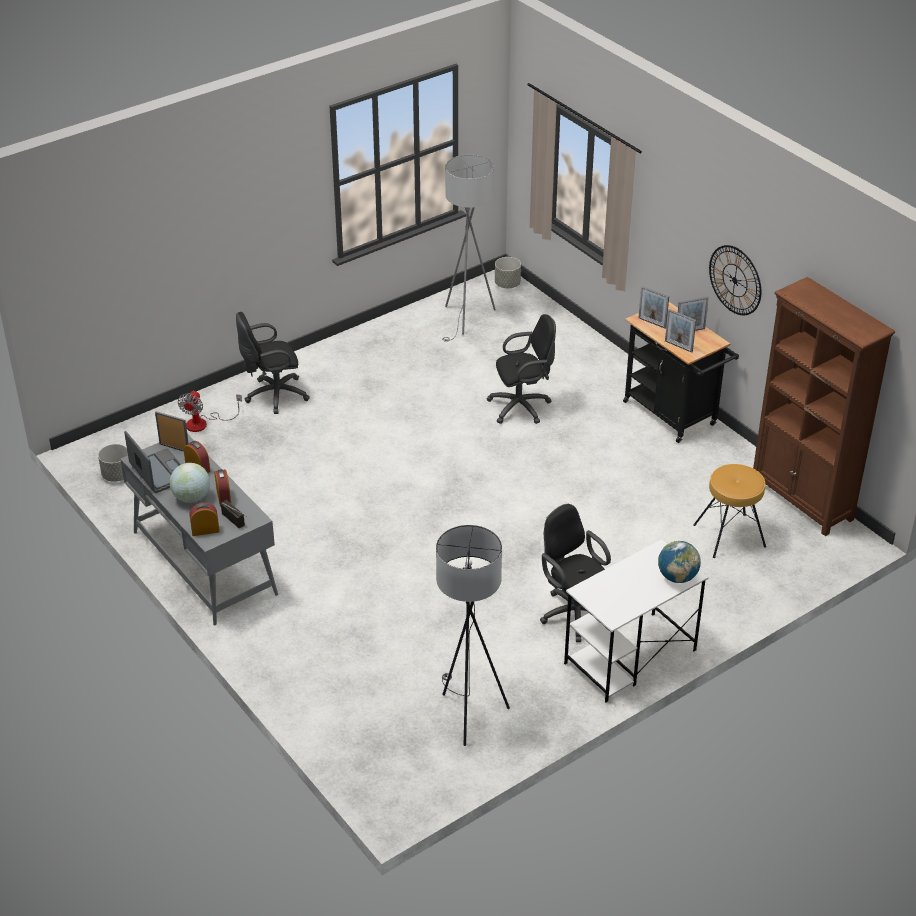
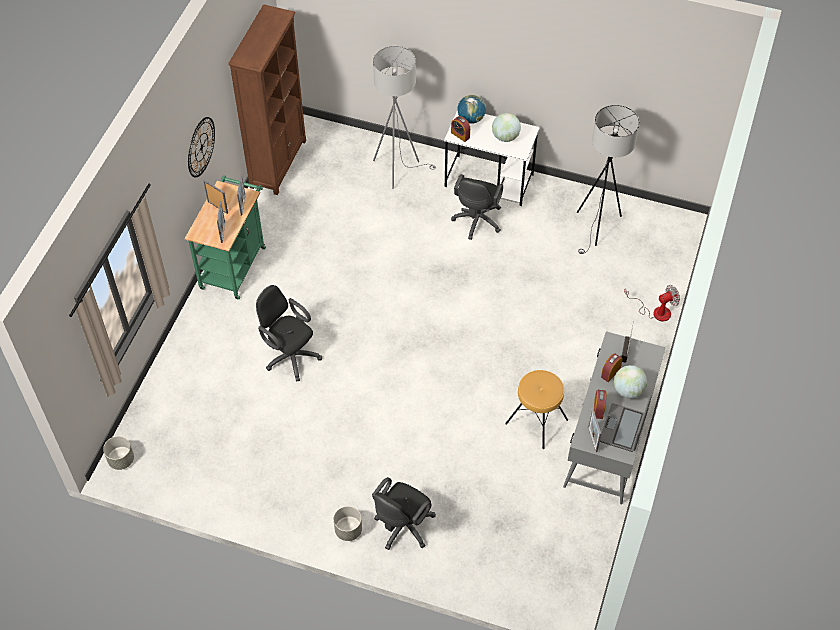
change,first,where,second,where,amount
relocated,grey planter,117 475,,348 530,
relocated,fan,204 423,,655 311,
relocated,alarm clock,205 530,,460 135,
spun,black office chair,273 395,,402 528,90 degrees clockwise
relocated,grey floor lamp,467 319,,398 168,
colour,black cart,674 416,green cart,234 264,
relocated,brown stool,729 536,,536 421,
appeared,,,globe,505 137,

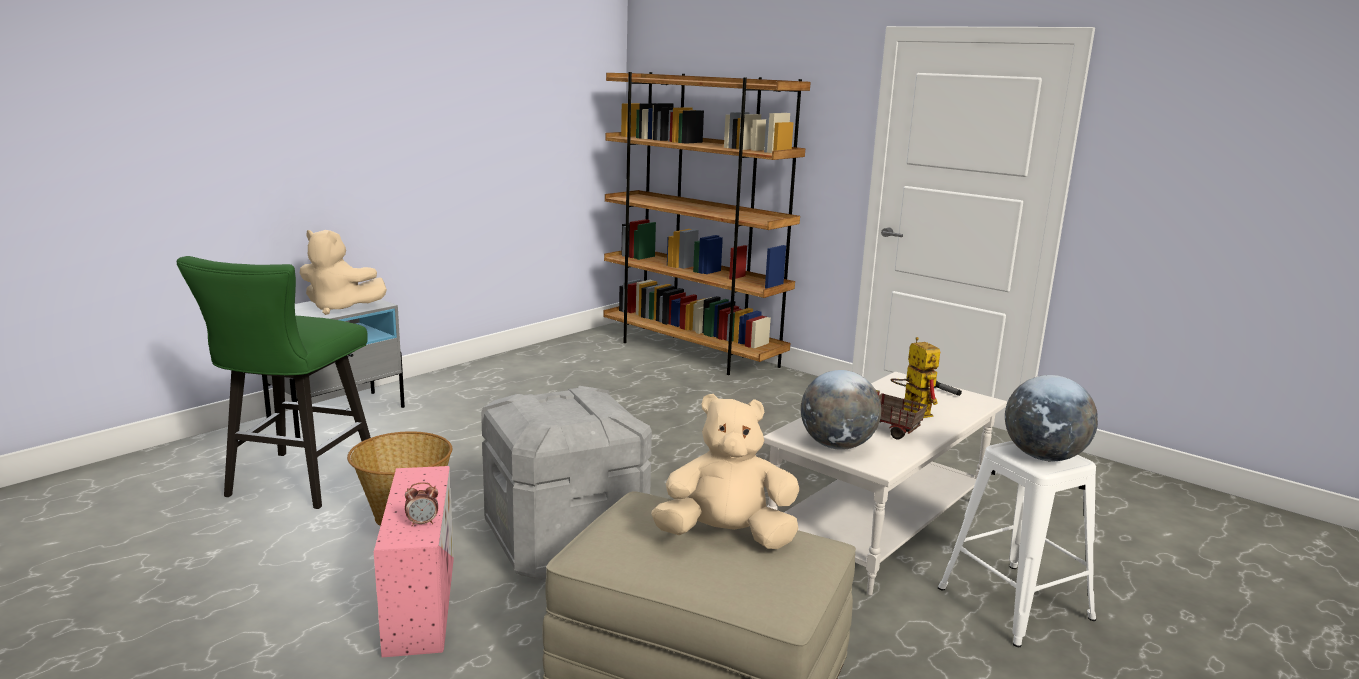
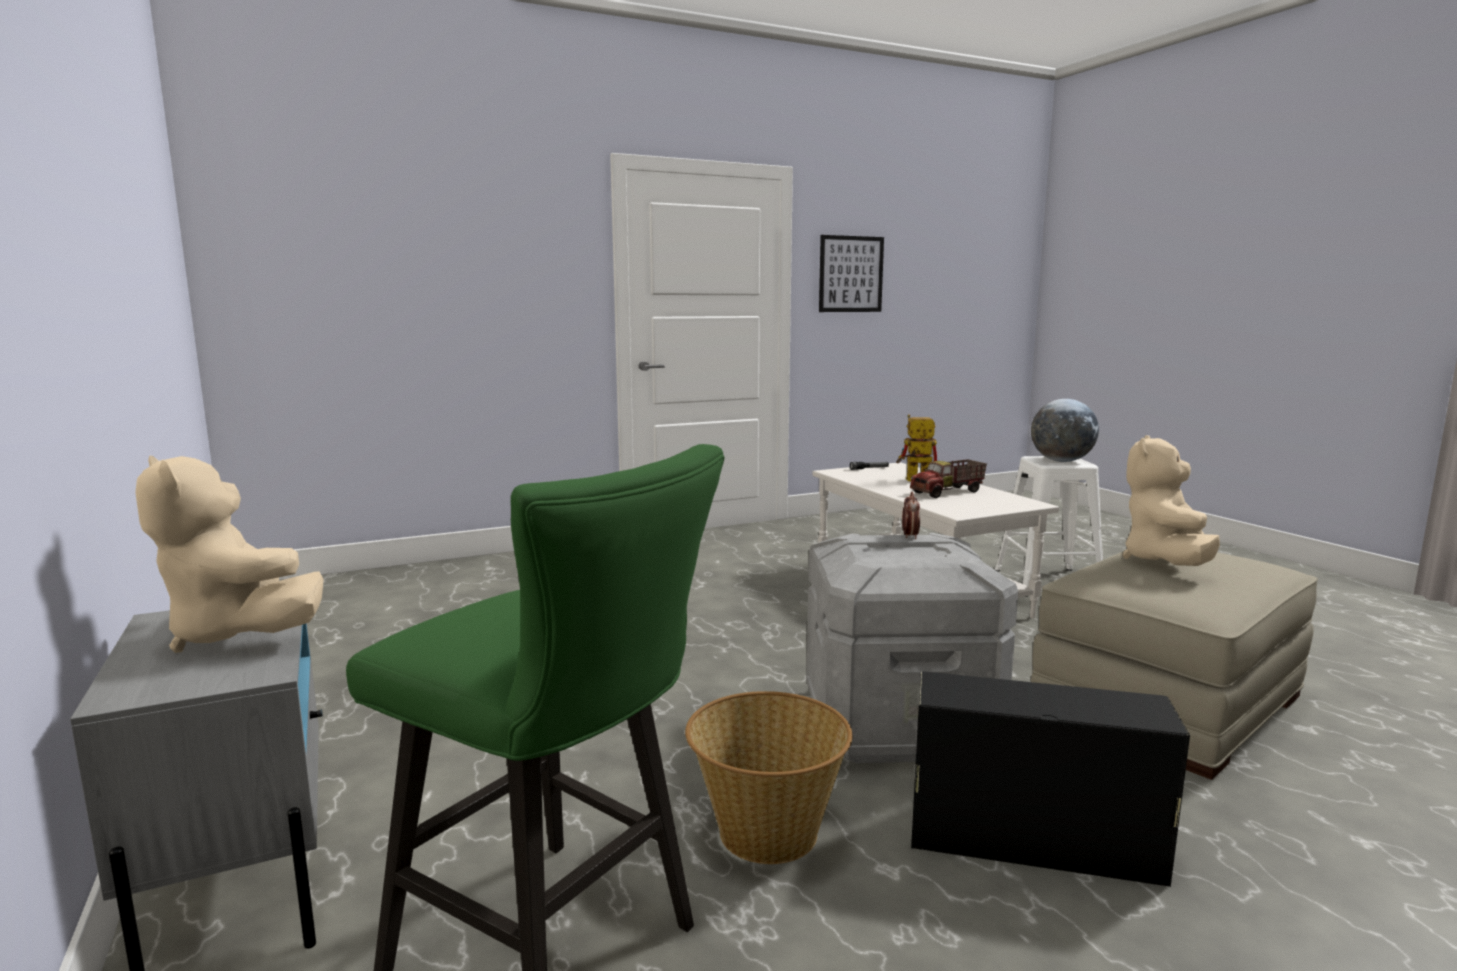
change,first,where,second,where,amount
spun,beige plush toy,339 308,,237 634,90 degrees clockwise
colour,pink storage box,420 600,black storage box,1028 842,
relocated,alarm clock,422 523,,910 536,
missing,brown bookcase,692 352,,,
missing,globe,837 446,,,
appeared,,,picture,851 274,

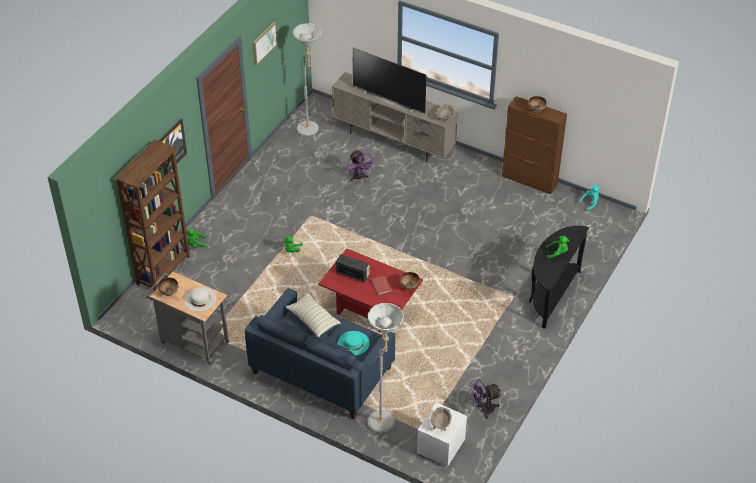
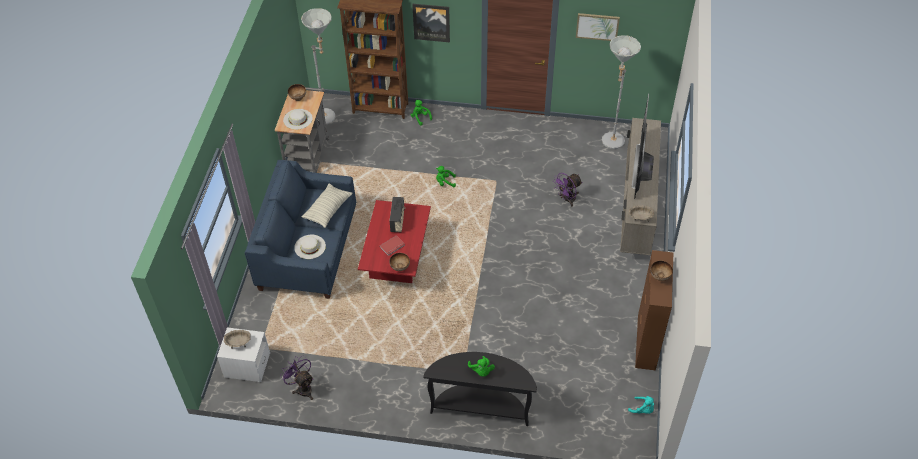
change,first,where,second,where,amount
colour,turquoise hat,353 343,white hat,310 247,
relocated,grey floor lamp,383 417,,329 117,

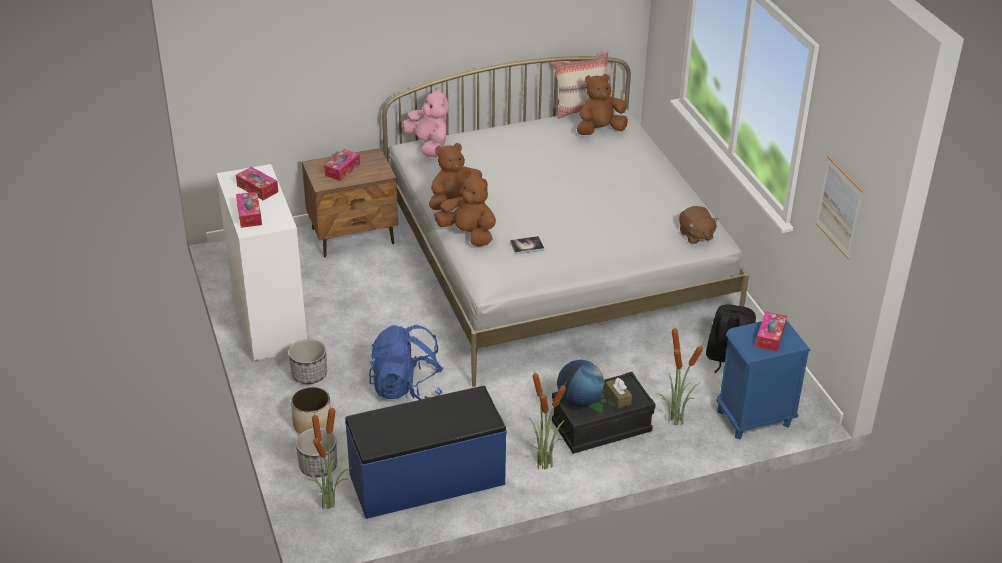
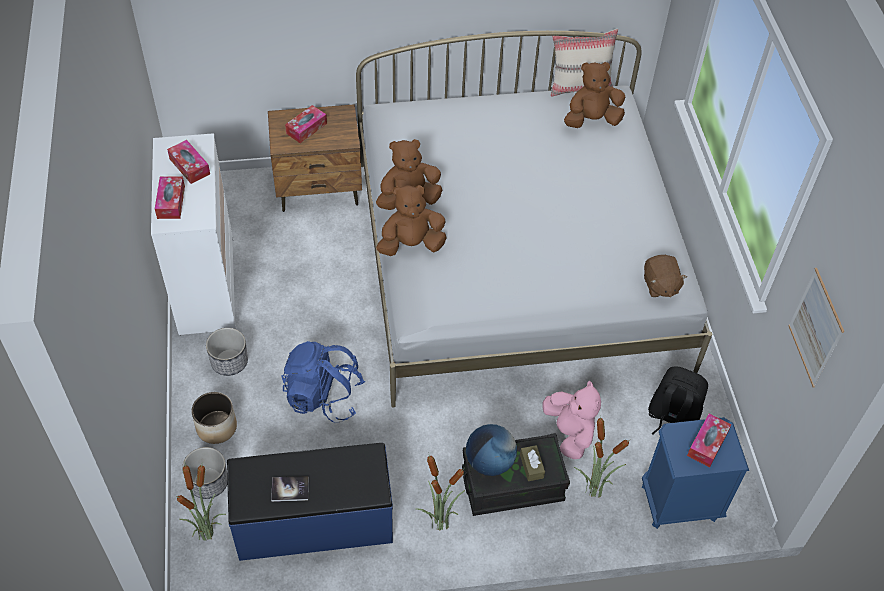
change,first,where,second,where,amount
relocated,pink plush toy,429 145,,569 433,
spun,brown plush toy,468 234,,411 244,60 degrees counterclockwise
relocated,book,527 246,,290 489,

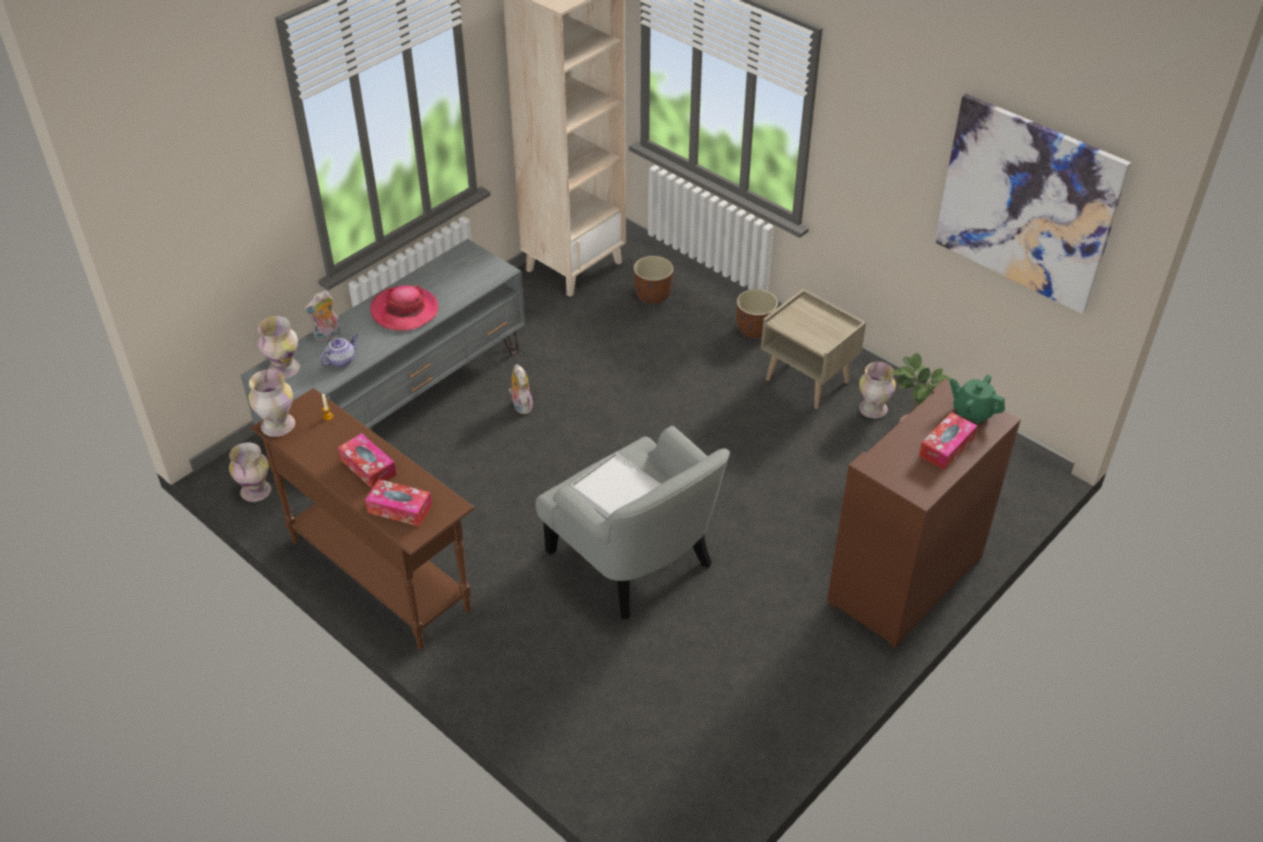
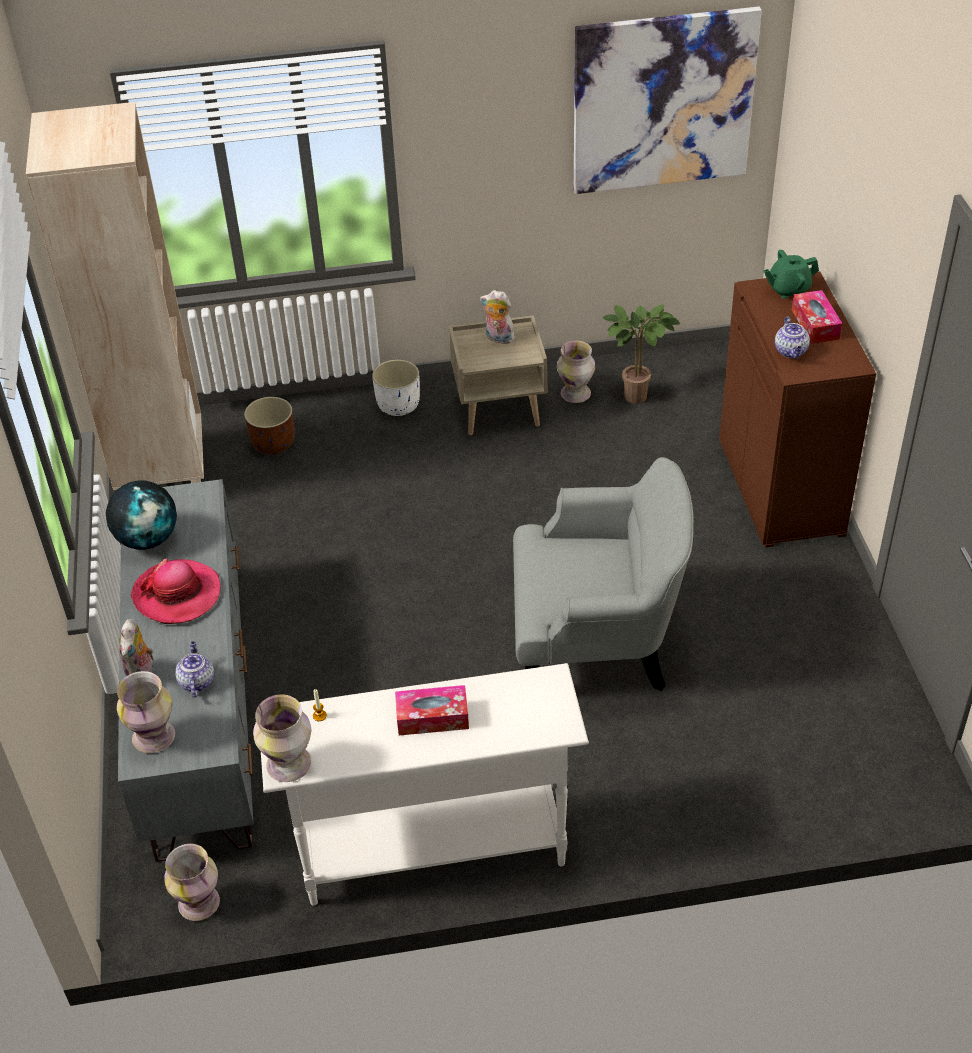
change,first,where,second,where,amount
colour,brown console table,379 574,white console table,432 850,
missing,tissue box,399 509,,,
relocated,plush toy,520 405,,498 338,
missing,white tray,616 491,,,
colour,brown planter,755 329,white planter,398 405,
appeared,,,globe,148 539,
appeared,,,teapot,791 352,

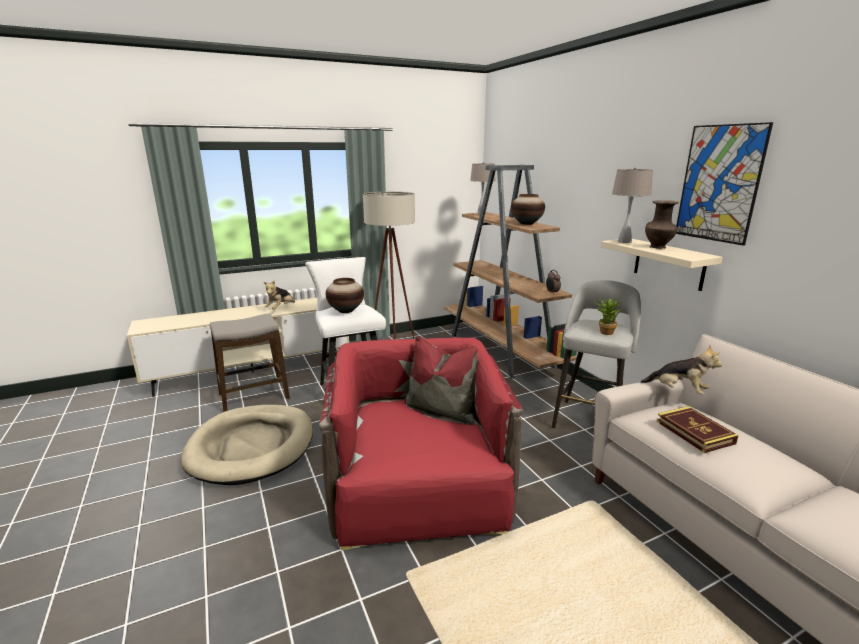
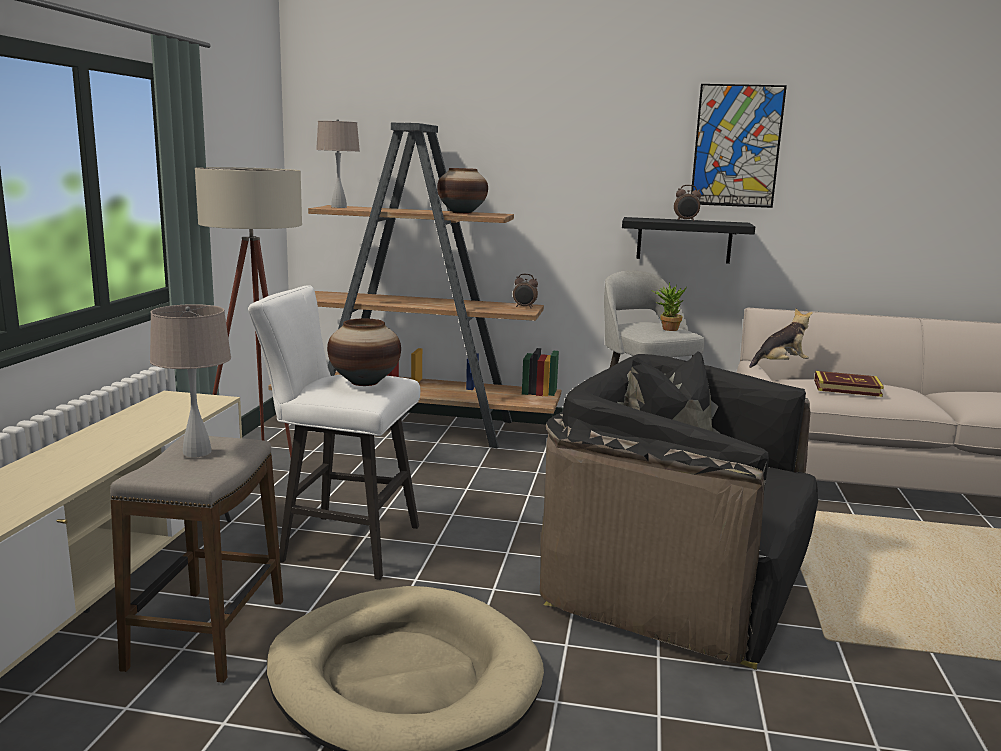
change,first,where,second,where,amount
missing,plush toy,280 308,,,
colour,red armchair,419 489,black armchair,676 582,
colour,beige shelf,668 264,black shelf,684 240,
relocated,beige table lamp,624 241,,196 452,
exchanged,brown vase,658 247,alarm clock,685 220,

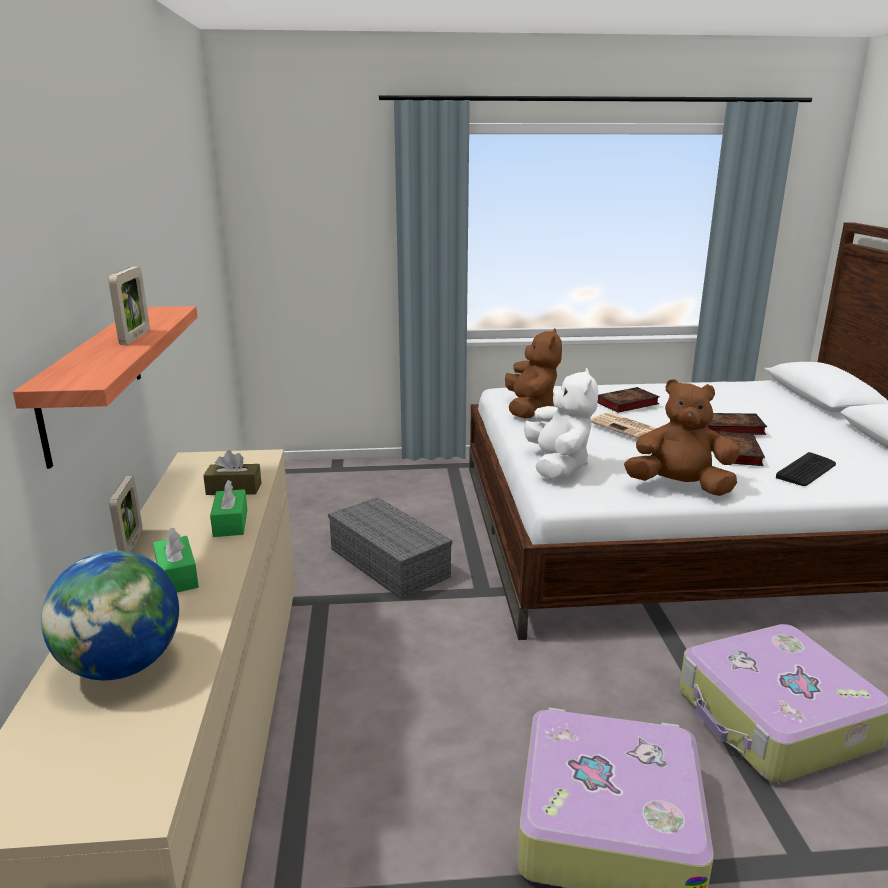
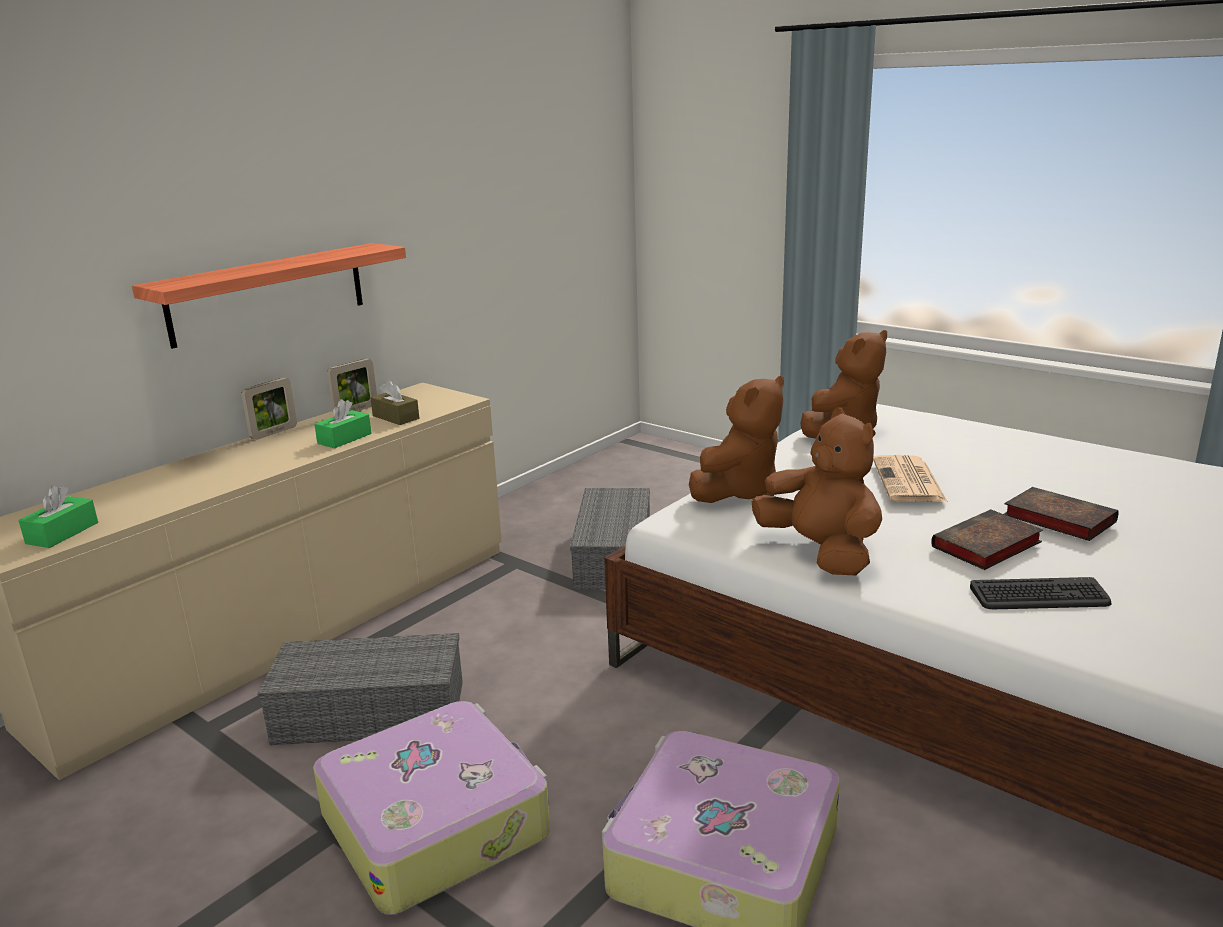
change,first,where,second,where,amount
missing,globe,122 666,,,
relocated,picture frame,135 337,,356 410,
relocated,green tissue box,177 576,,62 533,
colour,white plush toy,558 466,brown plush toy,738 491,
missing,book,626 404,,,
appeared,,,grey storage box,373 711,

